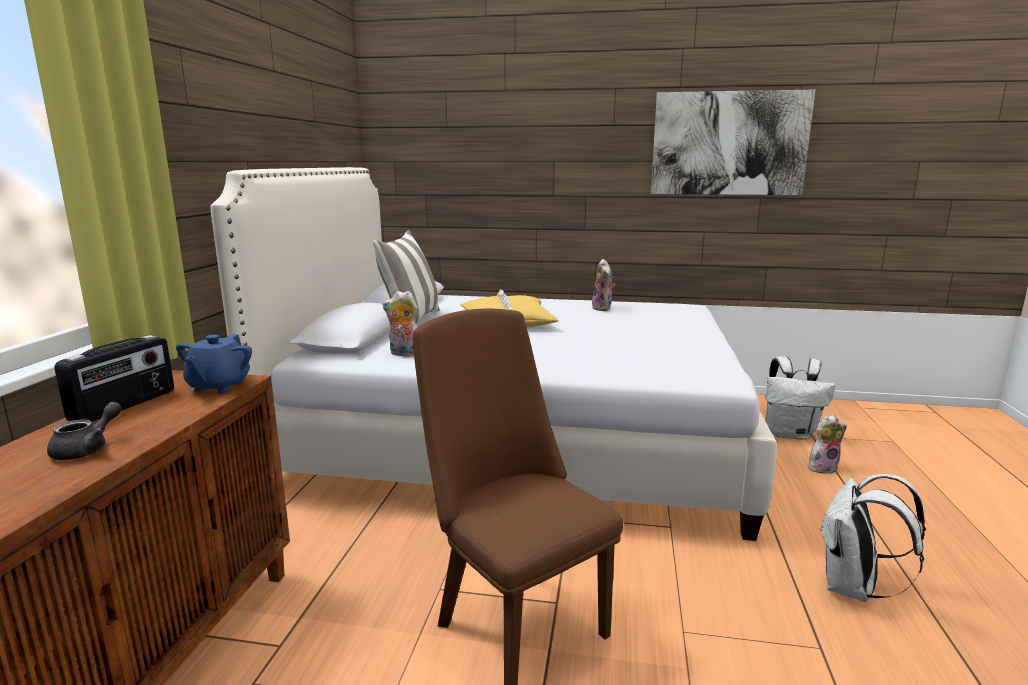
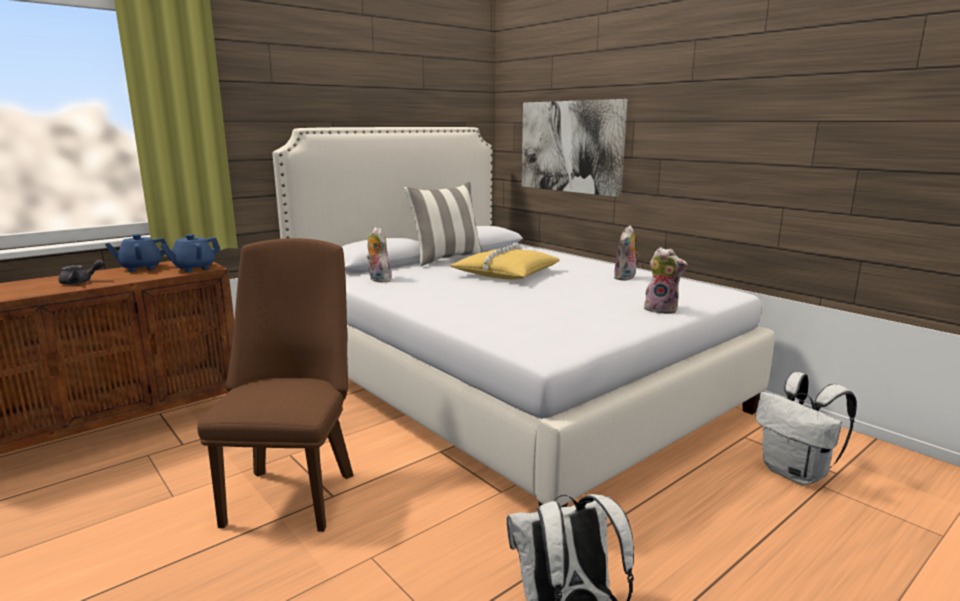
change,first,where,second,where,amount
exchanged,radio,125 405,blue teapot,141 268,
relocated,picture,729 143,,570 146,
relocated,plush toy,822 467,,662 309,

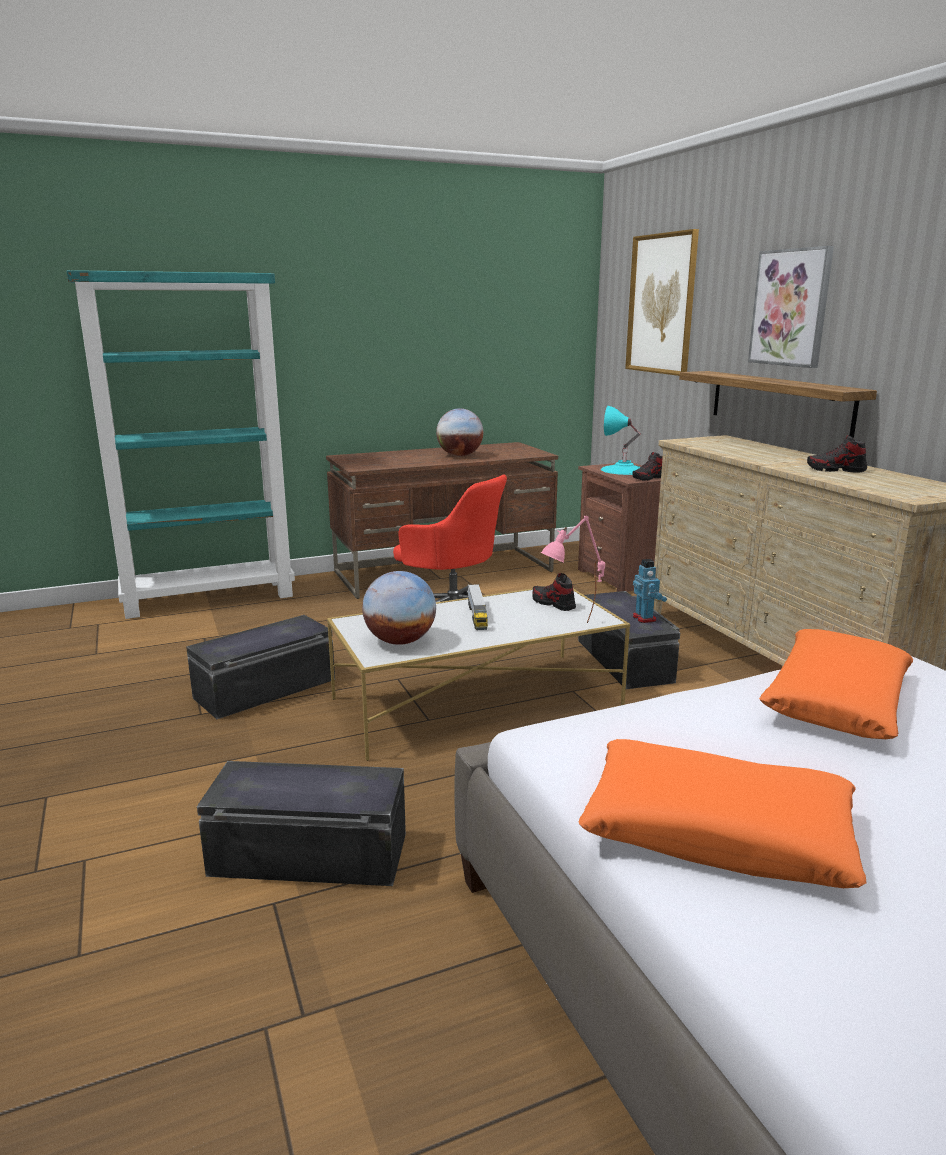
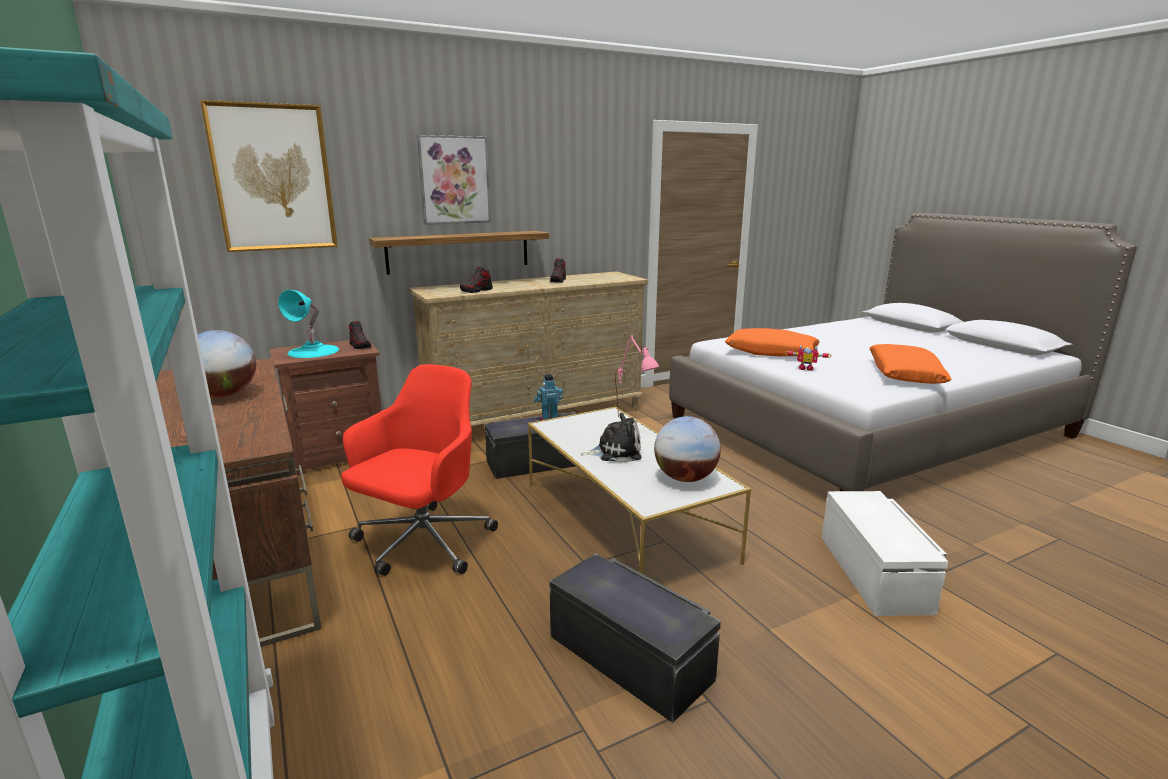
change,first,where,second,where,amount
colour,black storage box,309 856,white storage box,875 572,
exchanged,toy truck,477 616,plush toy,615 452,
relocated,shoe,553 604,,476 291,
appeared,,,toy robot,805 368,

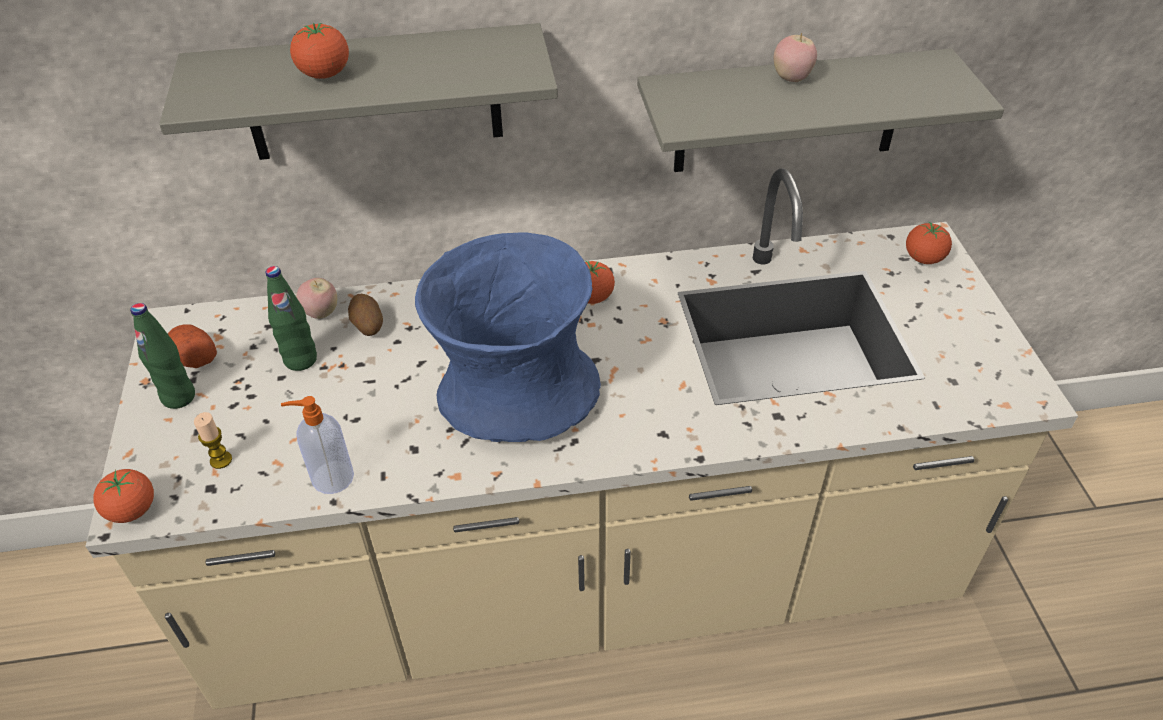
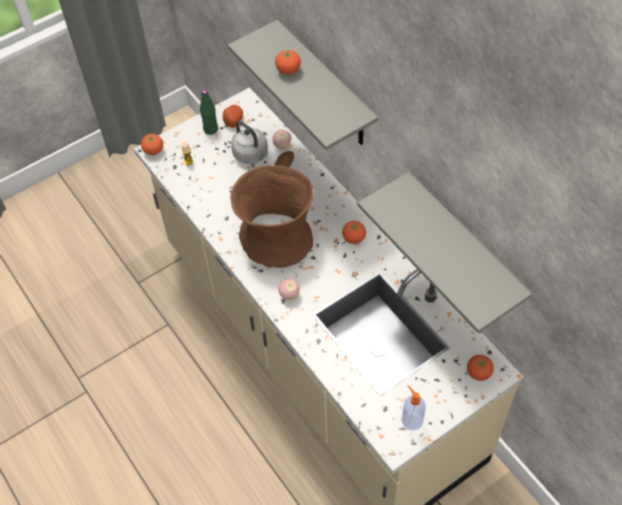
change,first,where,second,where,amount
exchanged,green bottle,300 360,grey kettle,252 155,
relocated,soap dispenser,331 478,,411 420,
colour,blue vase,516 392,brown vase,276 237,
relocated,apple,791 79,,289 295,

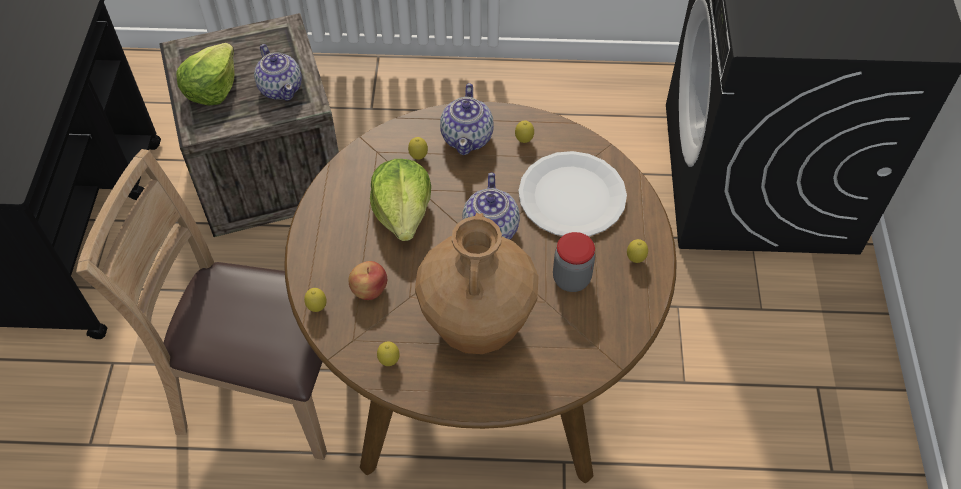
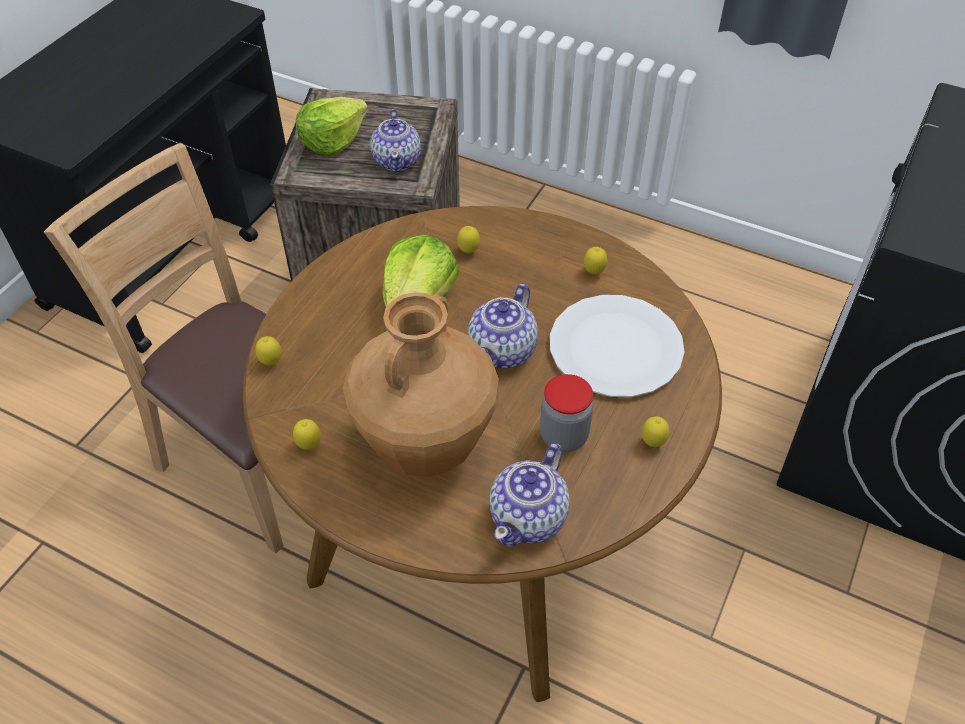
change,first,where,second,where,amount
missing,apple,369 289,,,
relocated,teapot,467 137,,529 517,

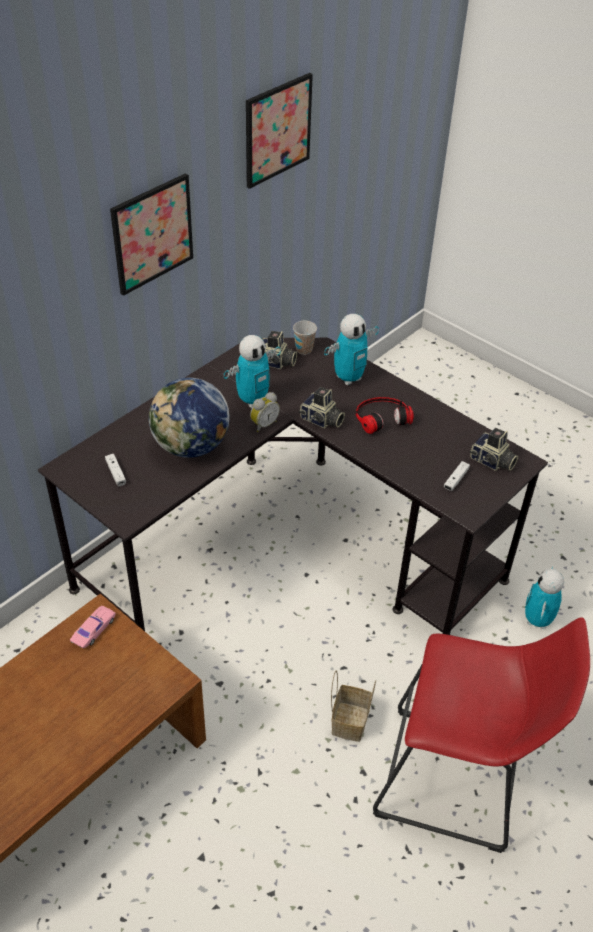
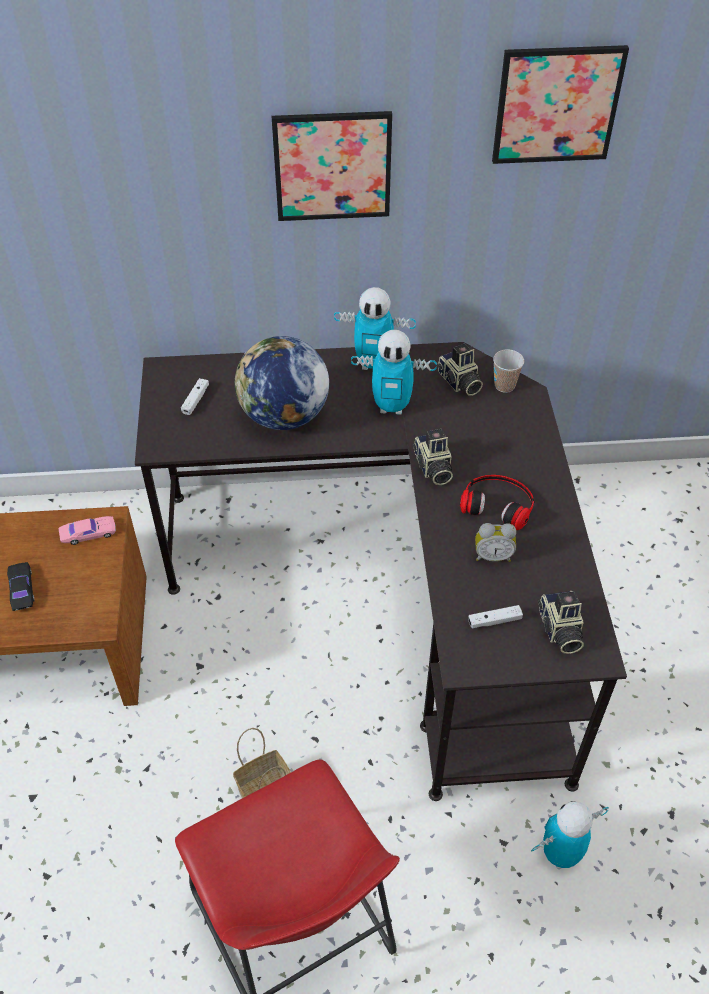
change,first,where,second,where,amount
relocated,alarm clock,263 424,,492 555,
relocated,toy robot,348 378,,373 364,
appeared,,,black toy car,22 590,

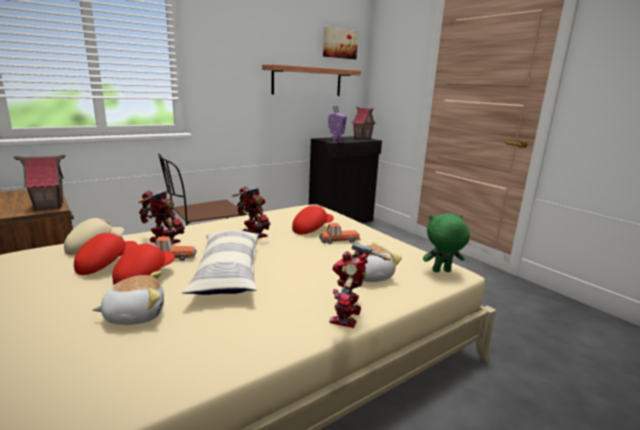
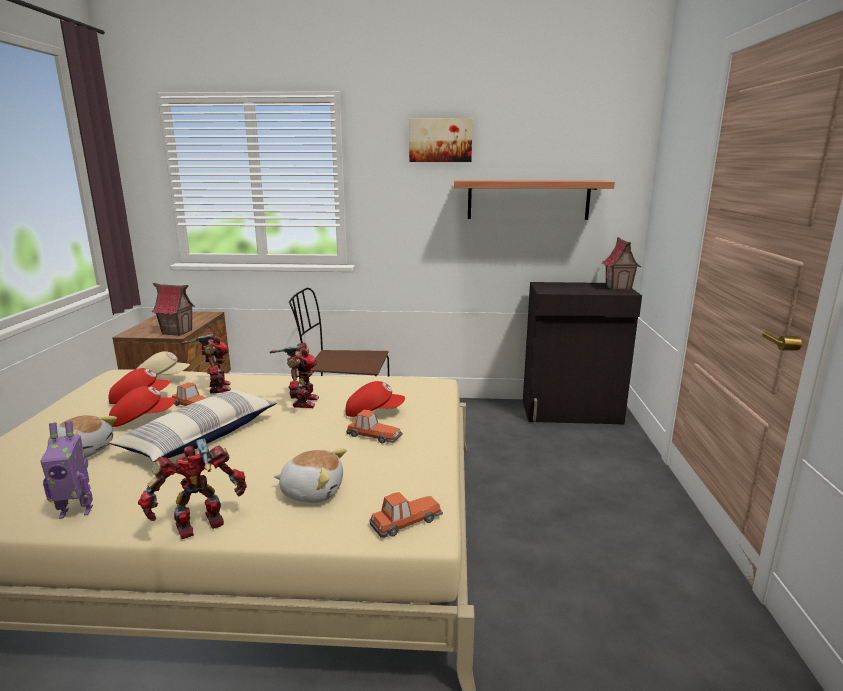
change,first,where,second,where,amount
relocated,picture,339 43,,440 140,
relocated,toy robot,336 142,,77 511,
exchanged,green plush toy,441 271,toy car,405 521,

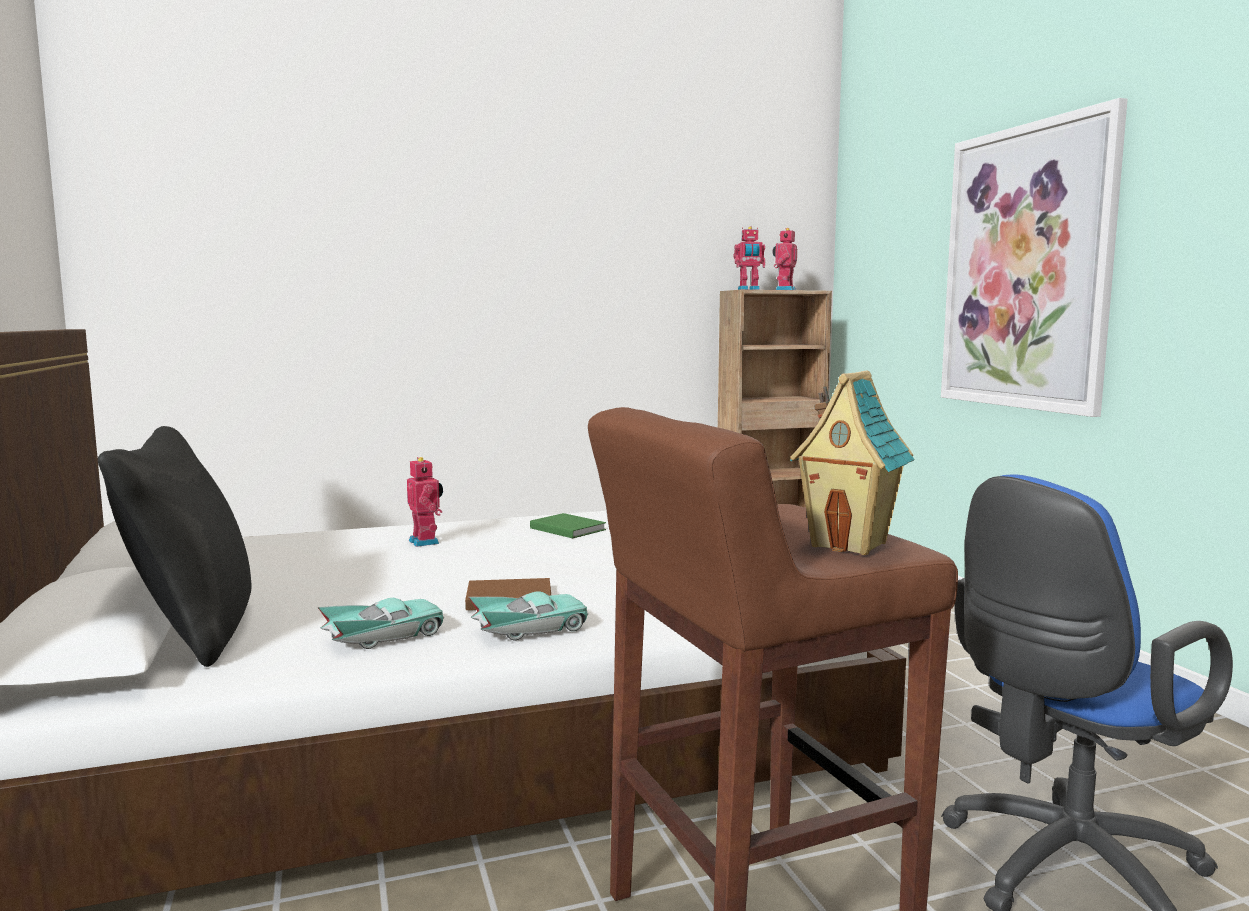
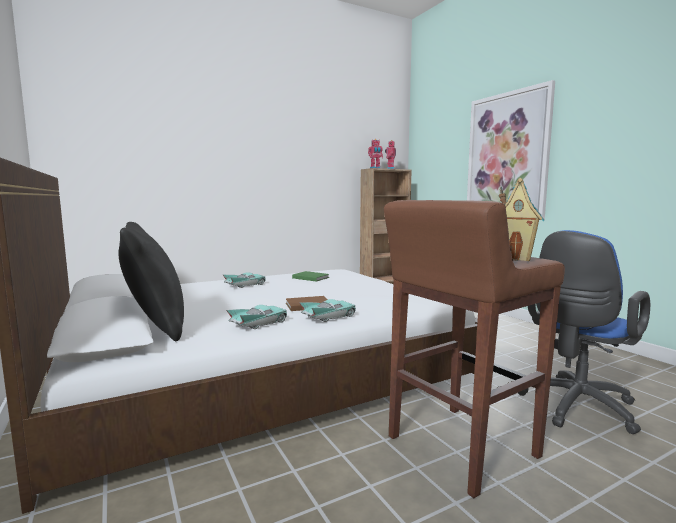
change,first,where,second,where,amount
exchanged,toy robot,426 542,turquoise toy car,245 285,

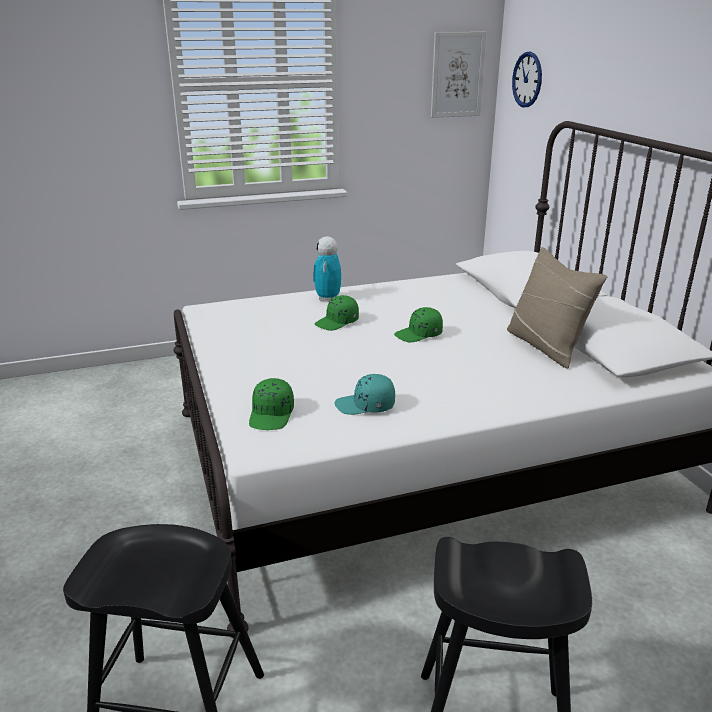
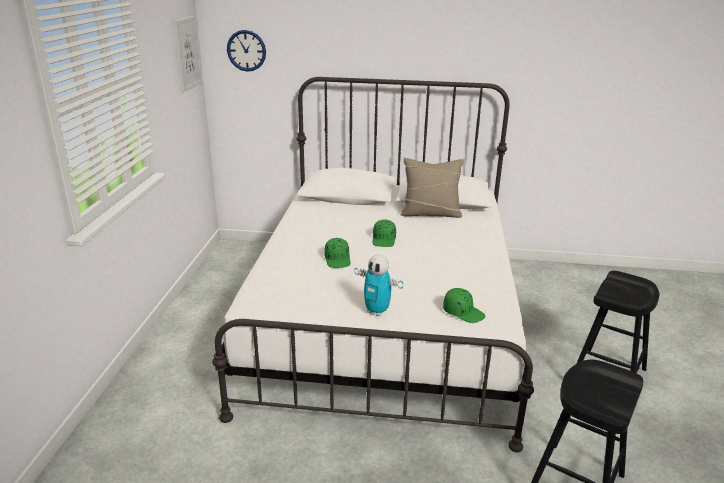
change,first,where,second,where,amount
relocated,toy robot,328 298,,377 311,
missing,turquoise cap,365 406,,,

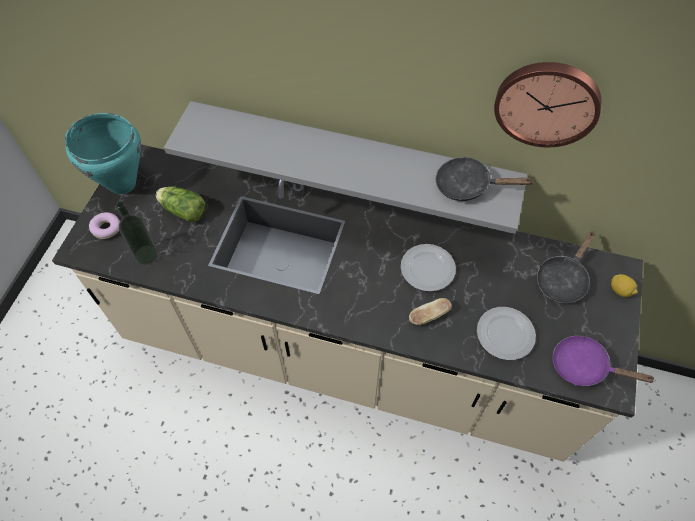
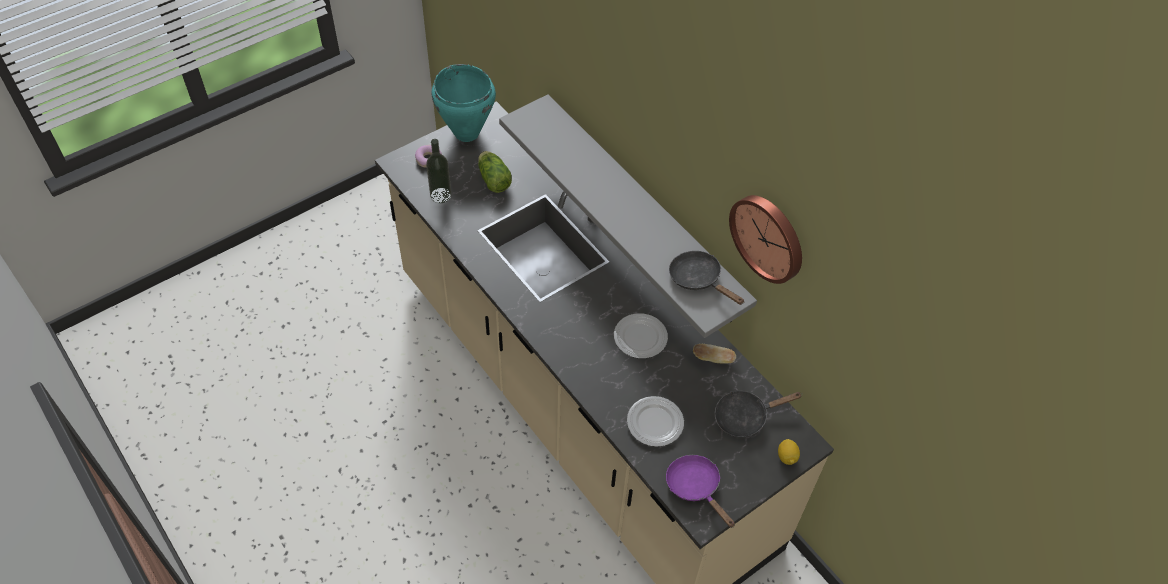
change,first,where,second,where,amount
relocated,bread,429 315,,713 358,

